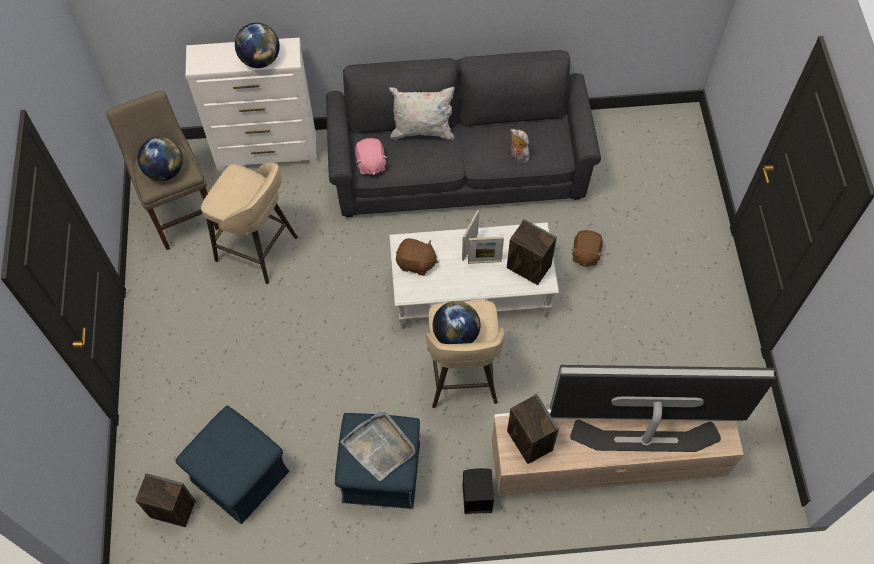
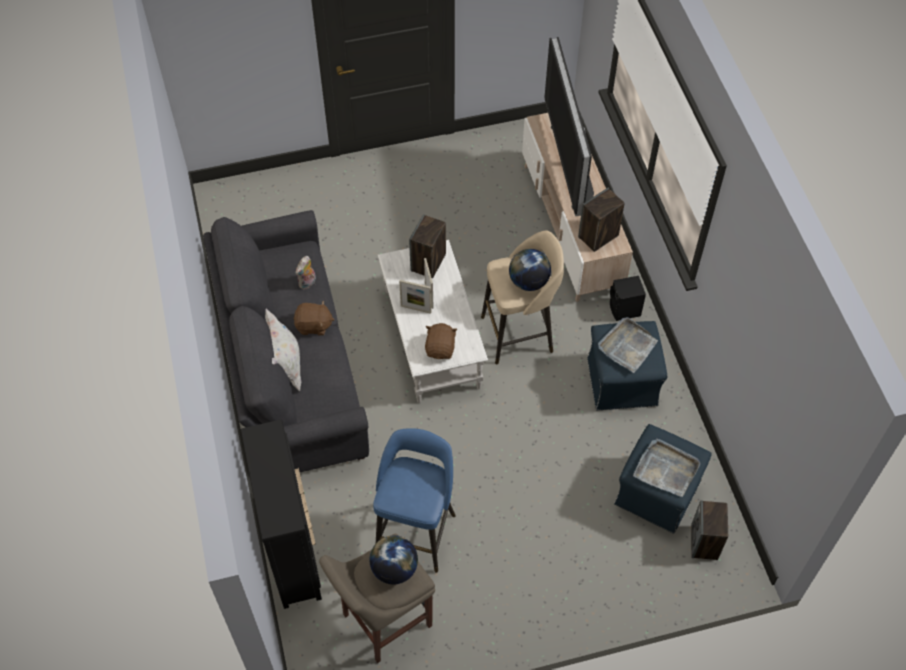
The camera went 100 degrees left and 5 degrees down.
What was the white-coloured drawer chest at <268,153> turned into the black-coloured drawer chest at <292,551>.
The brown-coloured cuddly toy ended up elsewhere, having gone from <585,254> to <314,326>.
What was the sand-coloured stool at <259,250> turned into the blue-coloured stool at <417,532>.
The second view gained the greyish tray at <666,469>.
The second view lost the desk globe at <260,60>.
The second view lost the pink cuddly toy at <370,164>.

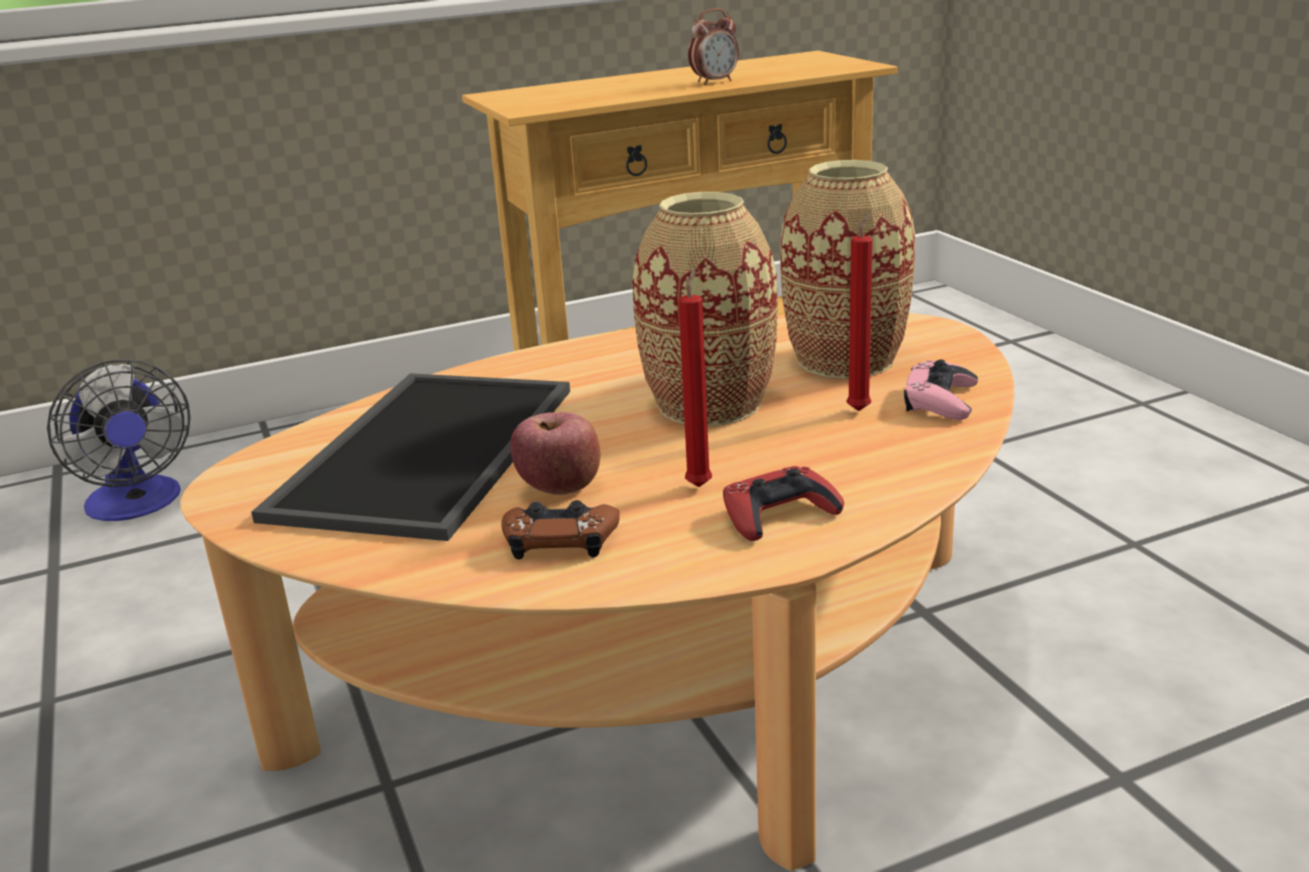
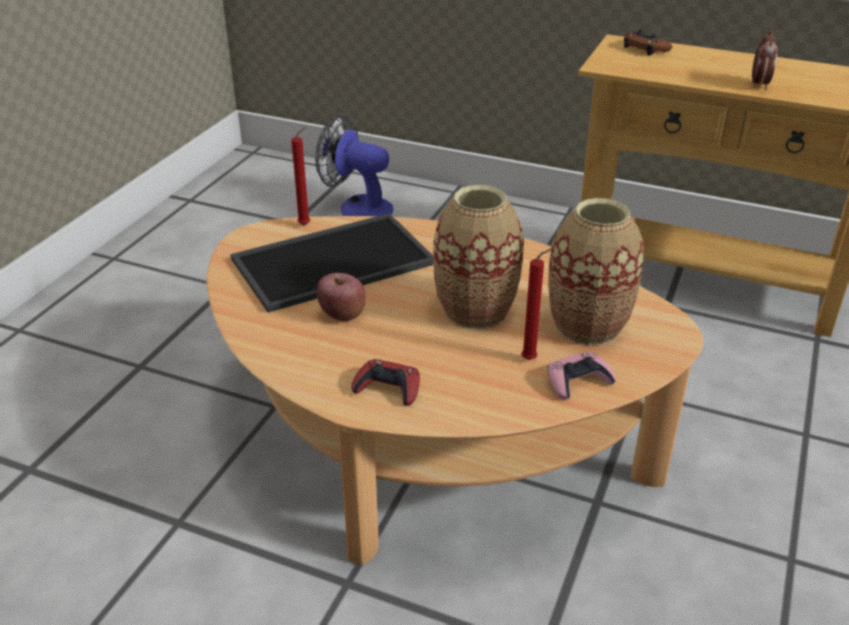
The camera went 45 degrees right and 10 degrees up.
The reddish candle ended up elsewhere, having gone from <700,485> to <306,225>.
The cooling fan at <138,505> ended up facing another way, 105 degrees clockwise from before.
The brown-coloured gamepad ended up elsewhere, having gone from <560,539> to <645,48>.
The table clock at <714,82> ended up facing another way, 90 degrees counterclockwise from before.

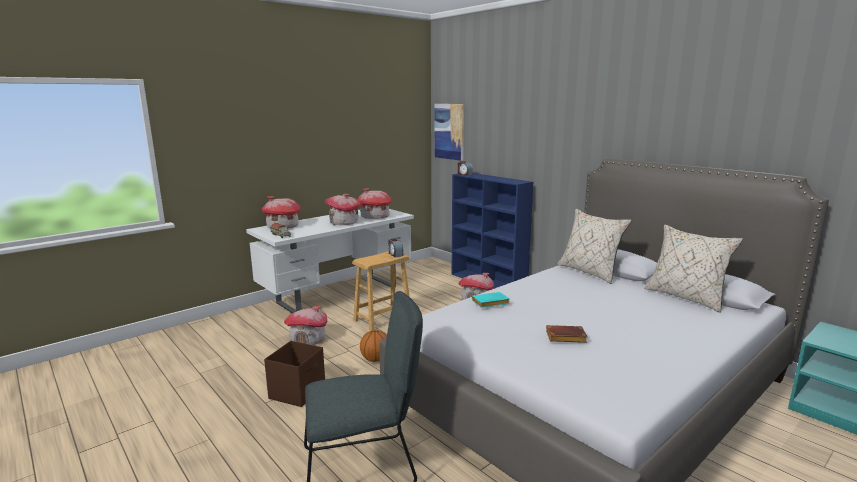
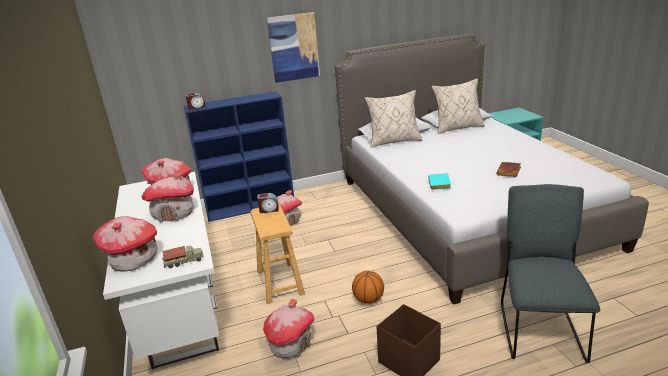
The camera went 65 degrees left and 10 degrees up.
The wall picture ended up elsewhere, having gone from <449,131> to <294,47>.

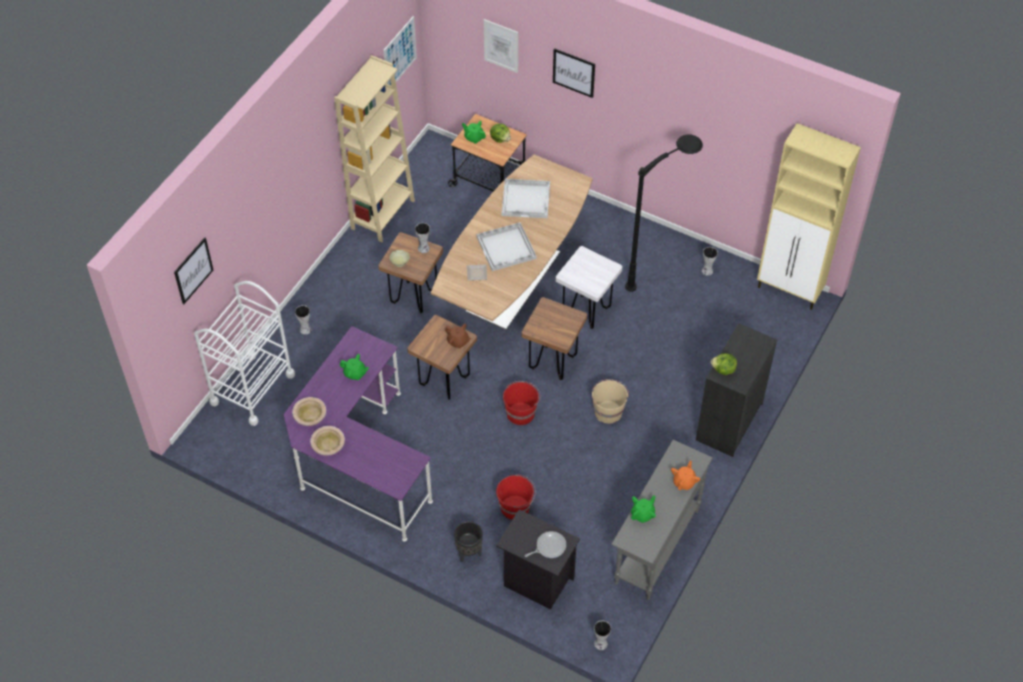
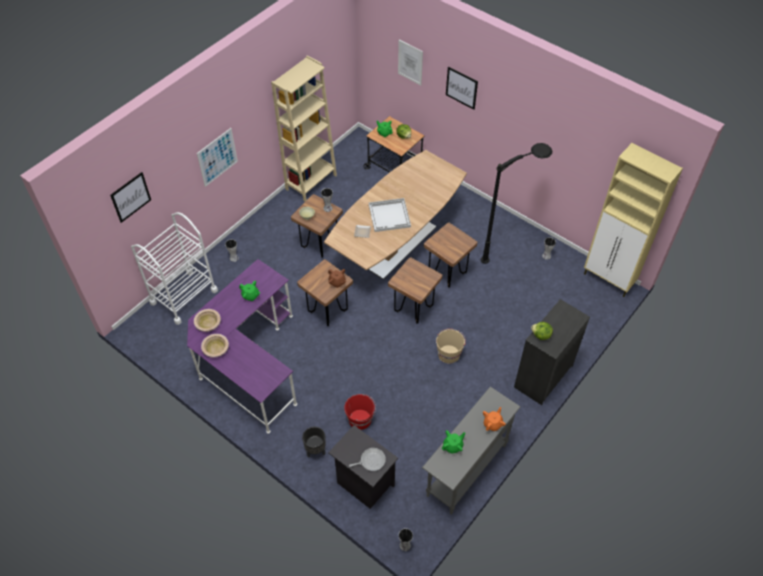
The camera went 10 degrees right and 0 degrees up.
The wall picture ended up elsewhere, having gone from <399,53> to <217,157>.
What was the white-coloured stool at <586,312> turned into the brown-coloured stool at <447,274>.
The second view lost the white-coloured tray at <526,199>.
The second view lost the reddish pail at <521,413>.

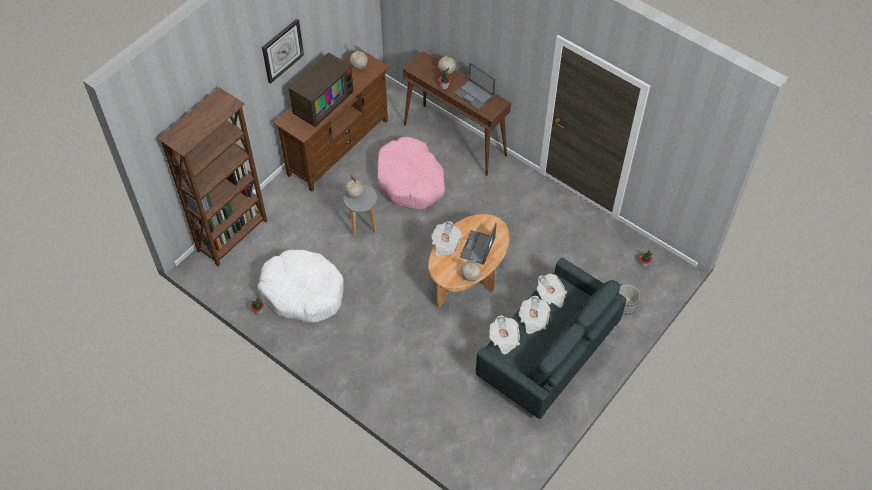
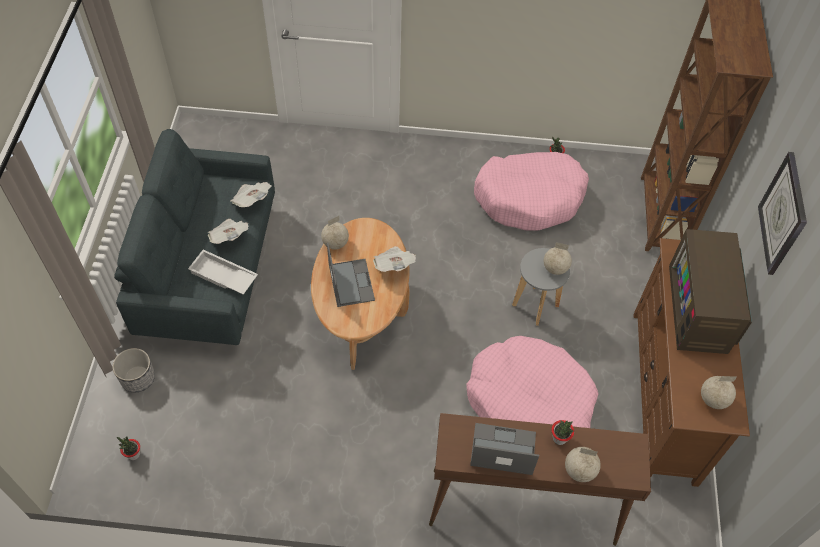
The camera went 145 degrees right and 0 degrees up.
Where the newspaper stood at <551,295>, the white-coloured tray came to stand at <223,276>.
What was the white-coloured pet bed at <302,292> turned into the pink pet bed at <529,197>.

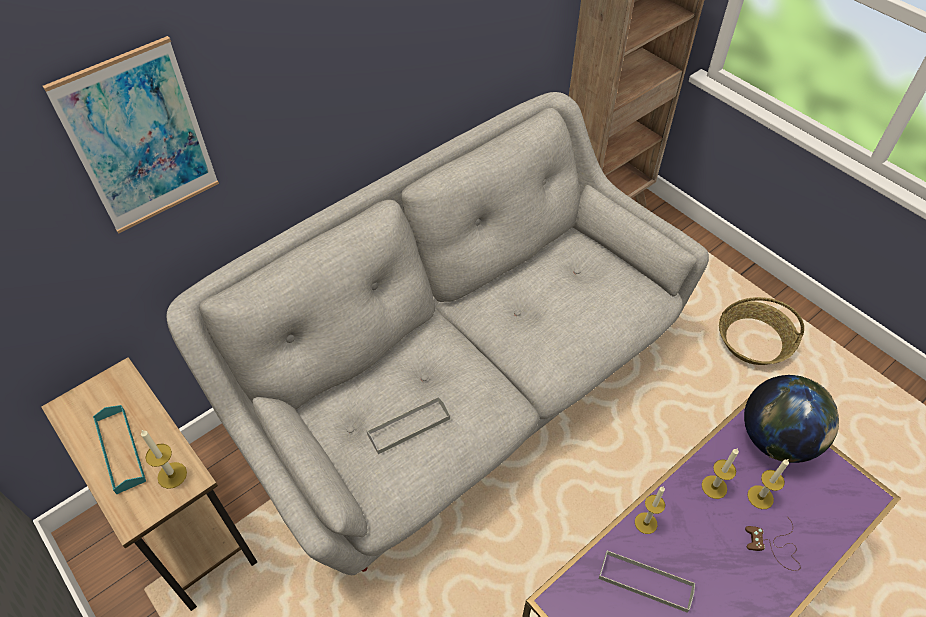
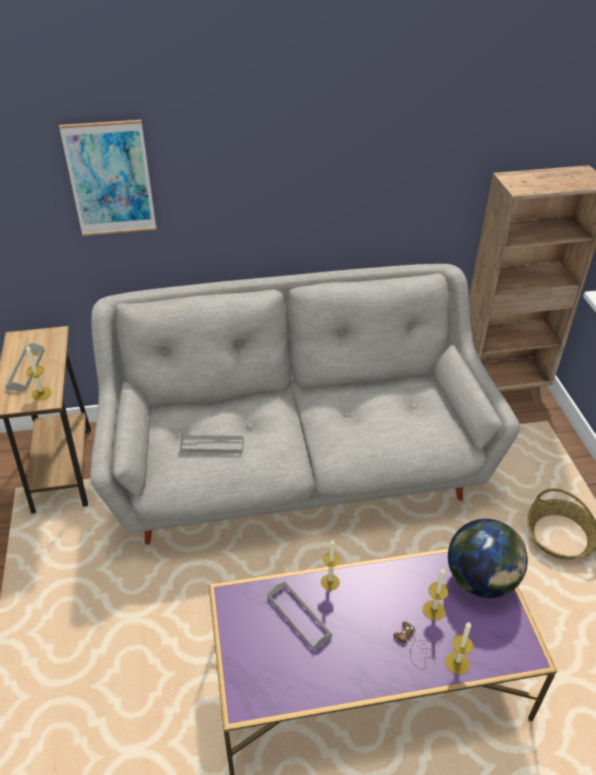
The camera went 30 degrees right and 10 degrees down.
What was the turquoise-coloured tray at <120,450> turned into the greyish tray at <26,370>.
The candle ended up elsewhere, having gone from <714,487> to <457,663>.

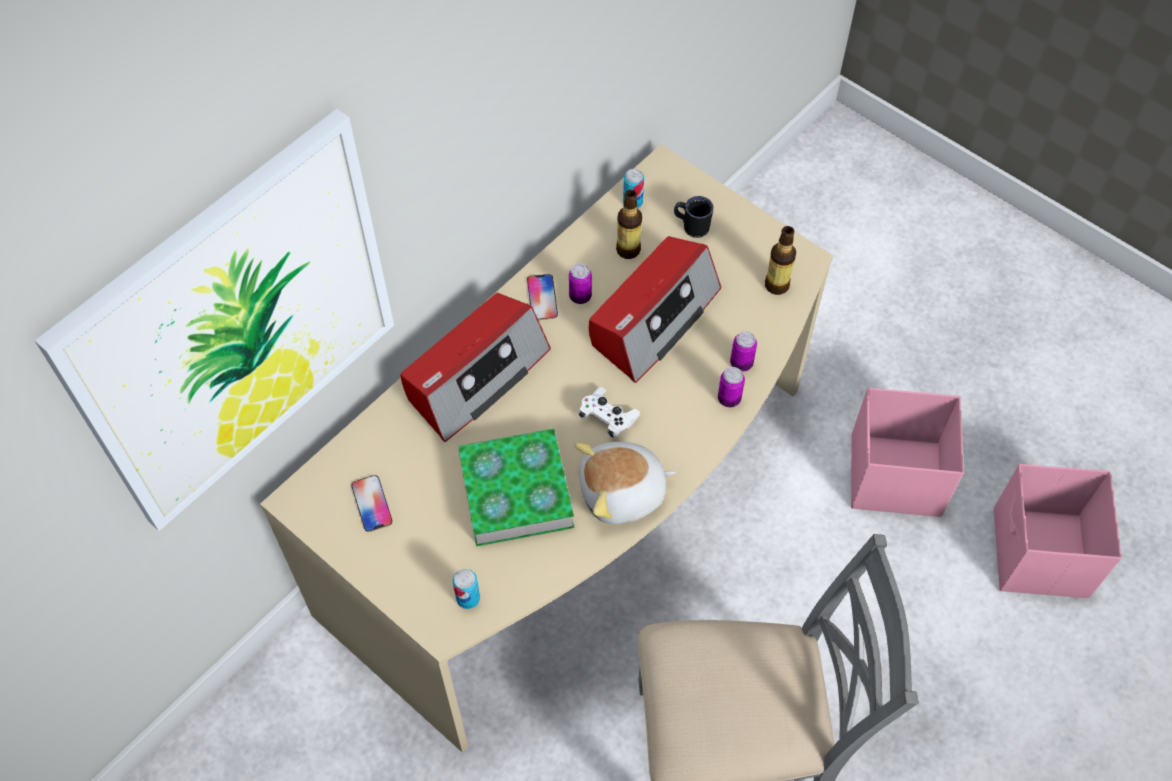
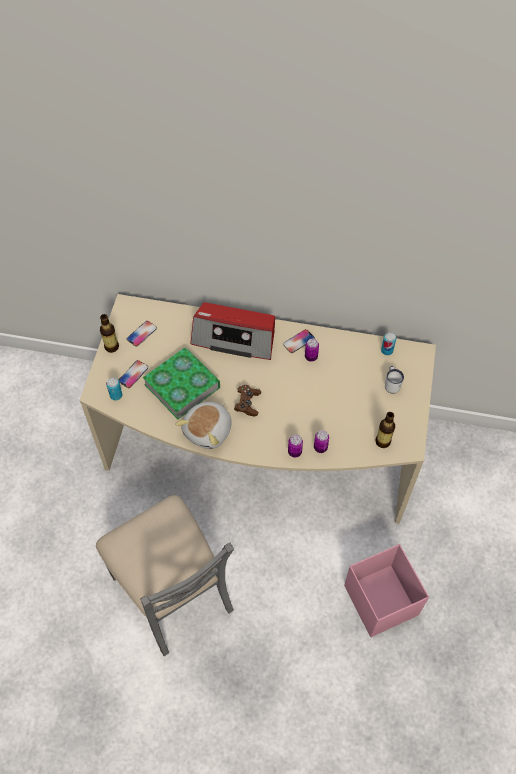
The camera went 60 degrees right and 0 degrees up.
The bottle ended up elsewhere, having gone from <628,250> to <111,347>.
The second view gained the phone at <133,374>.
The cuddly toy at <623,493> ended up facing another way, 105 degrees counterclockwise from before.
What was the white-coloured gamepad at <608,418> turned into the brown-coloured gamepad at <247,403>.
What was the black-coloured tea mug at <691,226> turned into the white-coloured tea mug at <392,384>.
The second view lost the wall picture at <236,327>.
The second view lost the radio set at <653,318>.
The second view lost the pink storage box at <1038,554>.

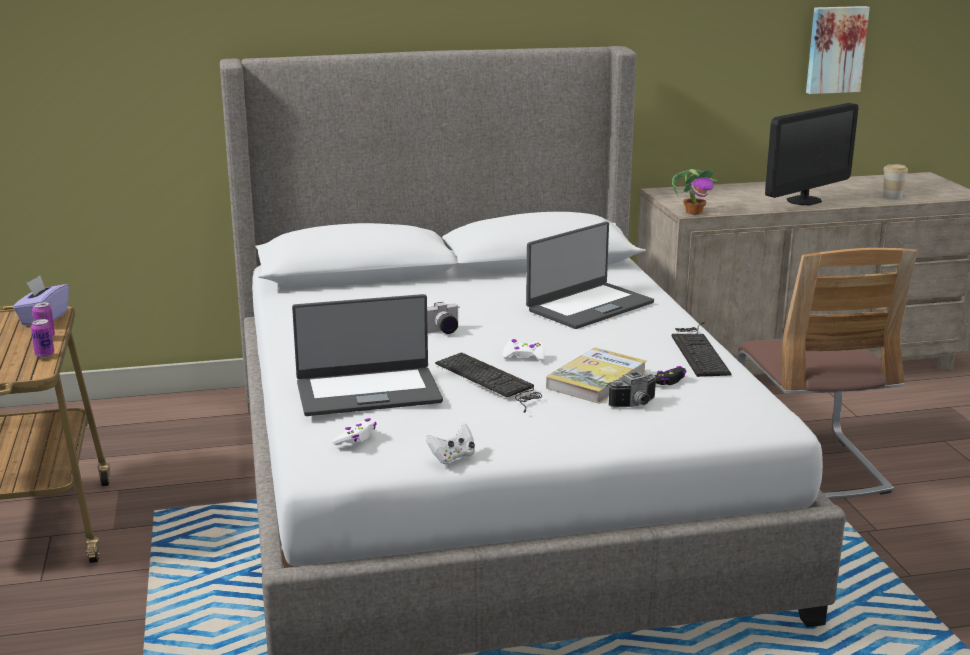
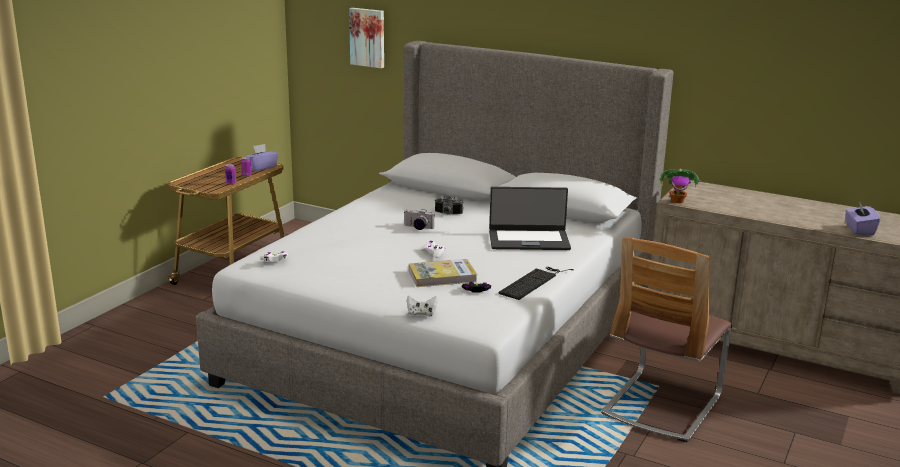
The camera went 40 degrees right and 0 degrees up.
The wall picture ended up elsewhere, having gone from <835,49> to <368,37>.
The white-coloured gamepad ended up elsewhere, having gone from <452,457> to <421,314>.
The still camera ended up elsewhere, having gone from <636,405> to <447,214>.
Where the small cup stood at <892,197>, the purplish tissue holder came to stand at <859,230>.
The second view lost the laptop at <368,391>.
The second view lost the keyboard at <491,381>.
The second view lost the computer display at <804,200>.

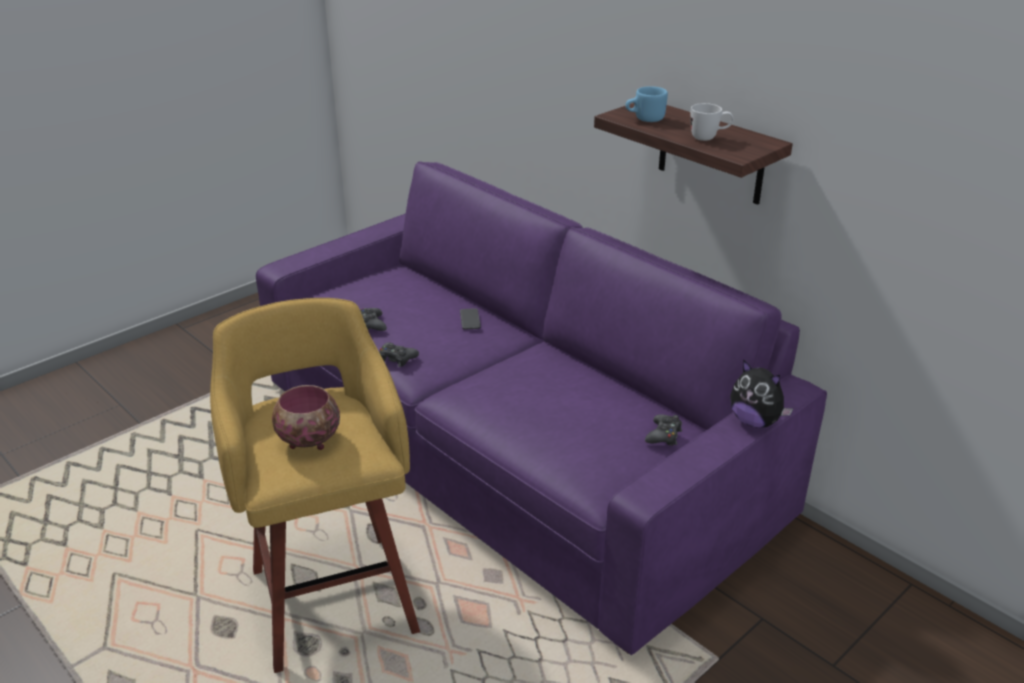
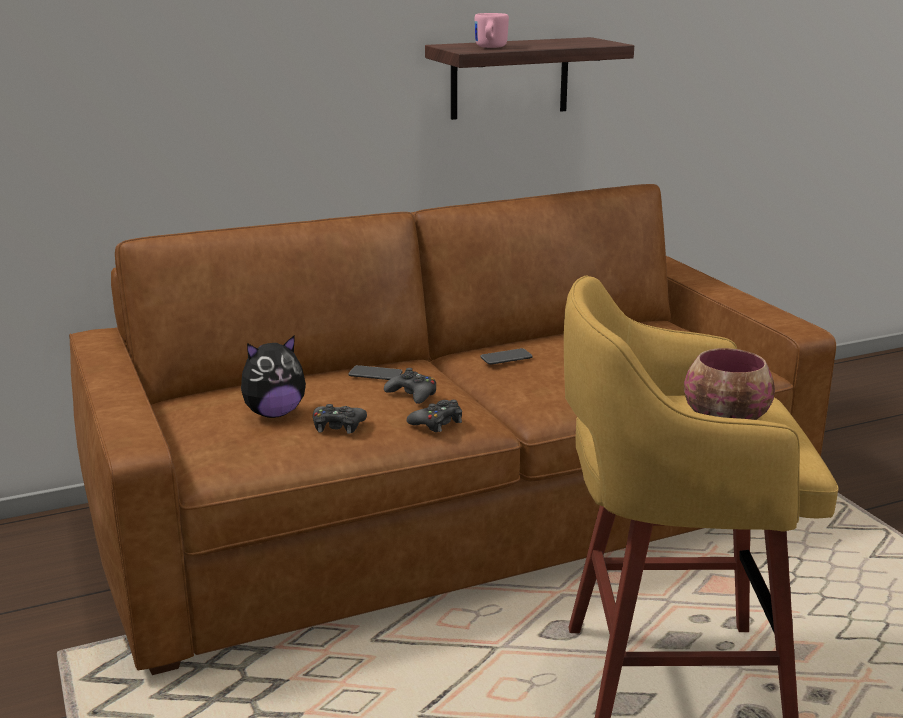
The camera went 70 degrees left and 10 degrees down.
What was the purplish sofa at <513,451> turned into the brown-coloured sofa at <451,512>.
The cuddly toy ended up elsewhere, having gone from <755,421> to <274,413>.
The black-coloured gamepad ended up elsewhere, having gone from <664,435> to <412,394>.
What was the blue-coloured tea mug at <644,119> turned into the pink tea mug at <489,47>.
The second view gained the phone at <506,358>.
The second view lost the white-coloured tea mug at <709,138>.

